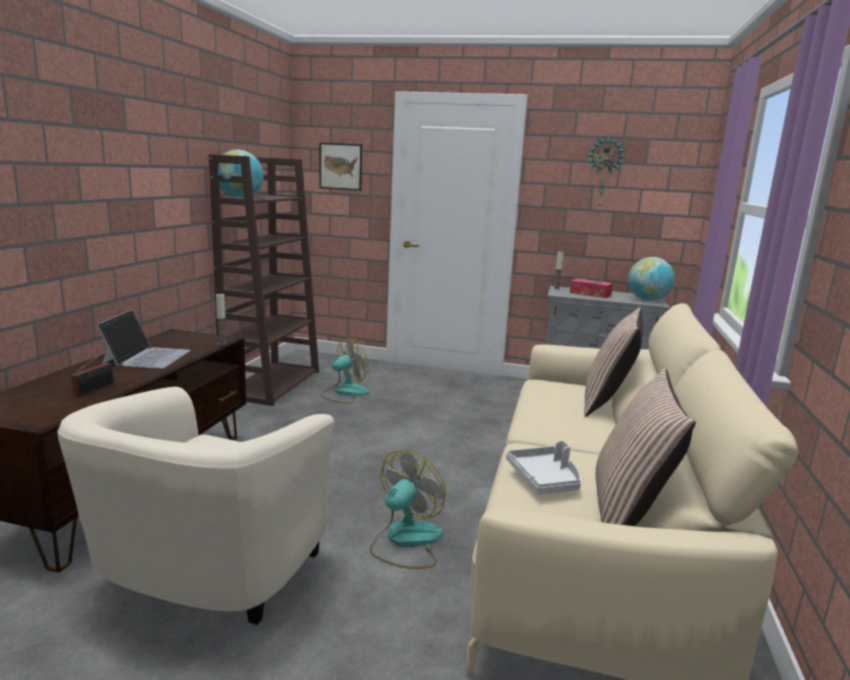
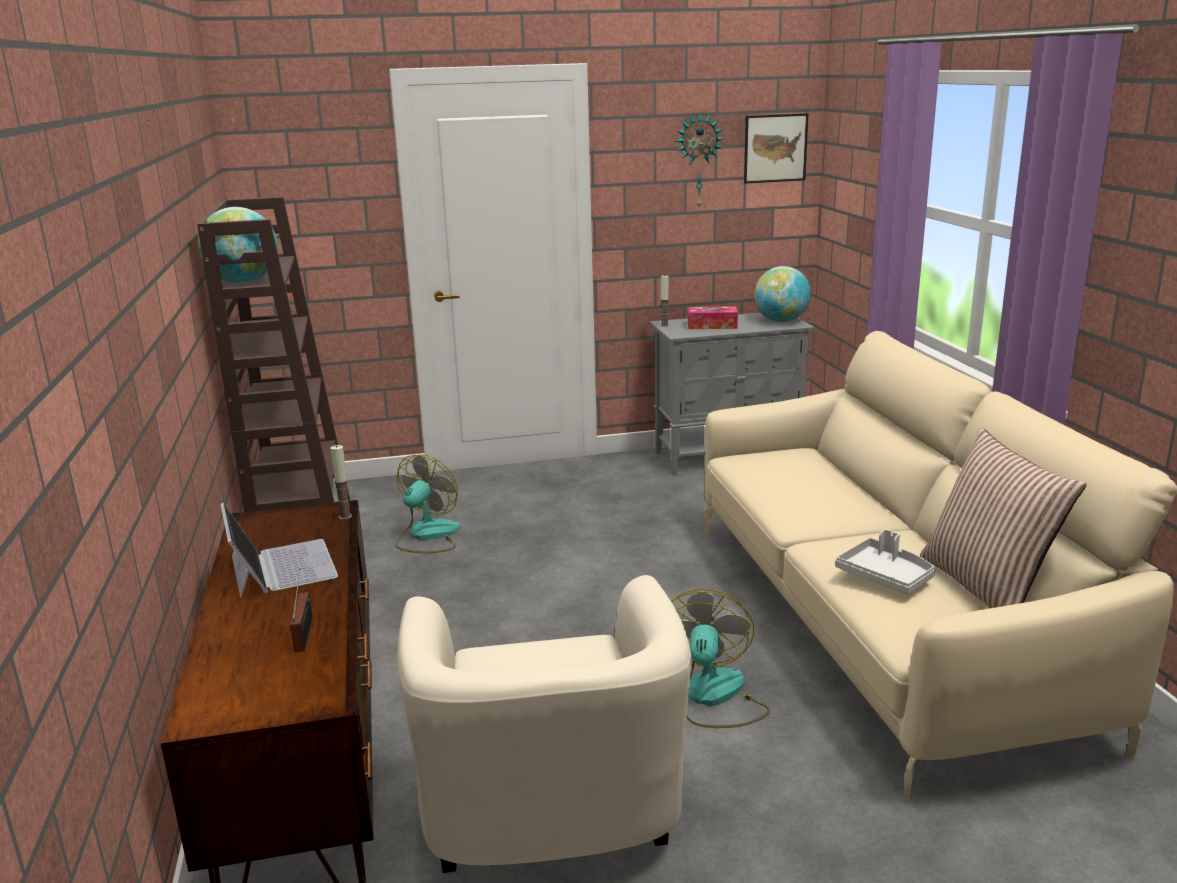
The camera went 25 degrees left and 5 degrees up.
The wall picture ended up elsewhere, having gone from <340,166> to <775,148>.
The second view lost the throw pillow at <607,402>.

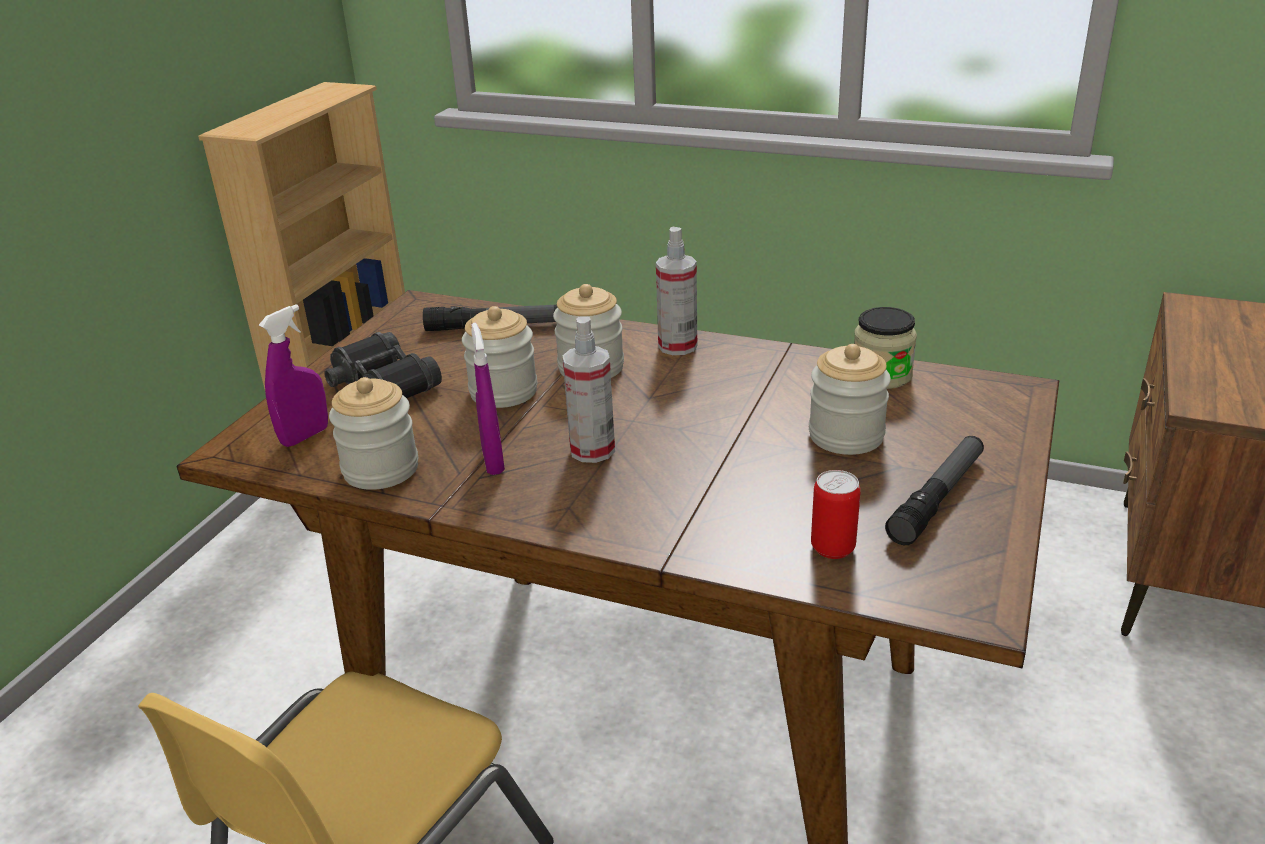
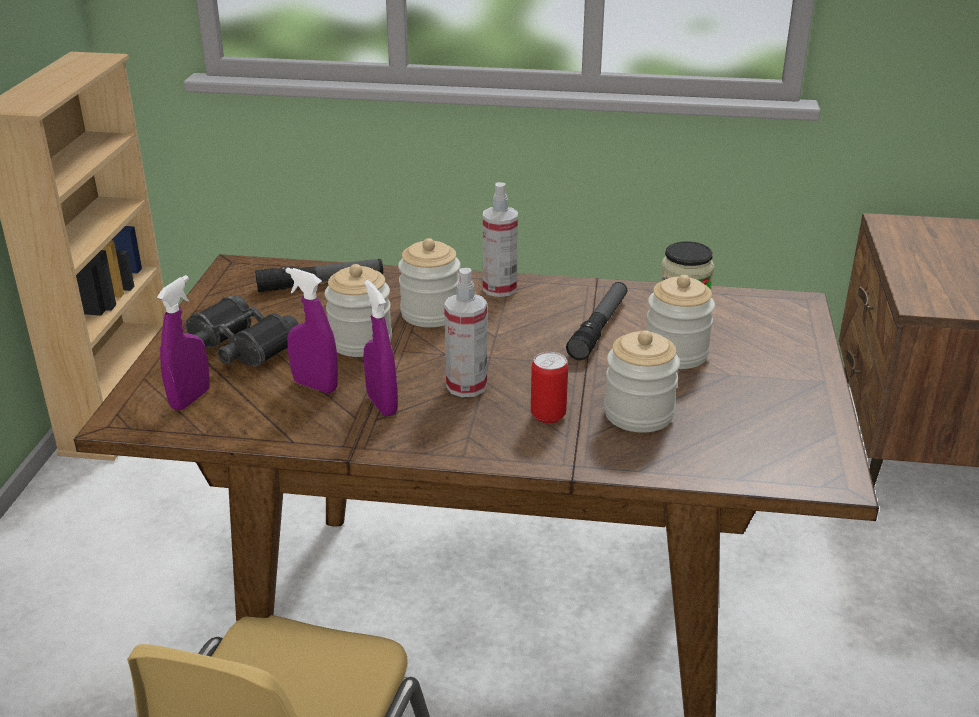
The camera went 15 degrees left and 0 degrees up.
The second view gained the purplish sprayer at <315,386>.
The sealed can ended up elsewhere, having gone from <833,548> to <548,415>.
The flashlight ended up elsewhere, having gone from <937,498> to <599,328>.
The jar ended up elsewhere, having gone from <381,469> to <638,414>.

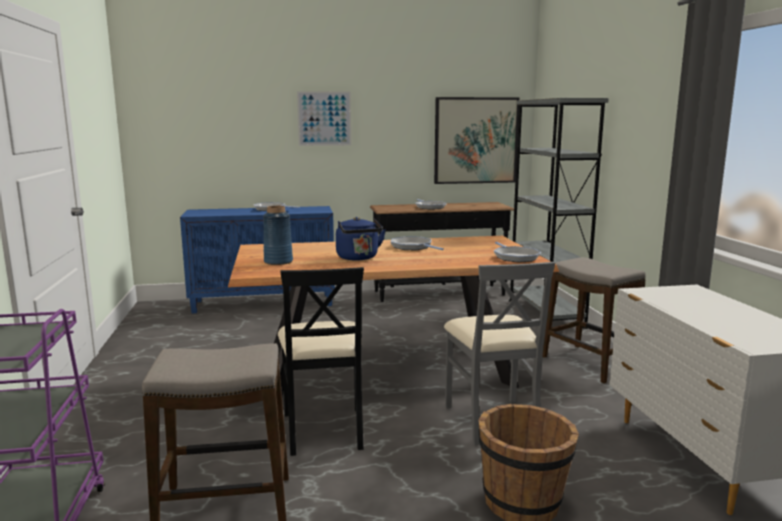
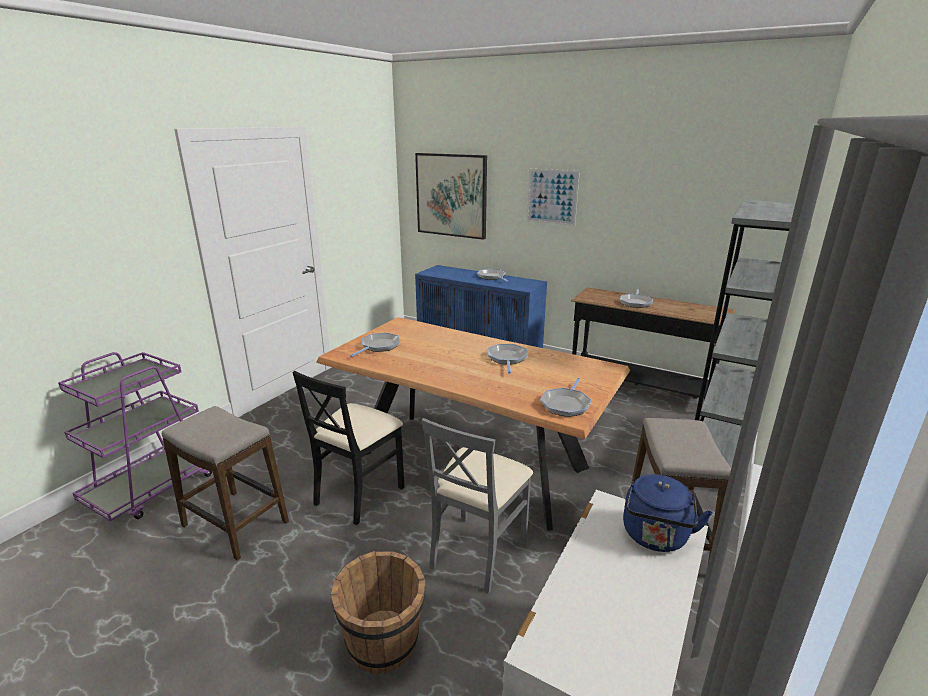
The camera went 40 degrees right and 10 degrees up.
Where the blue-coloured decorative vase stood at <278,262>, the frying pan came to stand at <379,346>.
The wall picture ended up elsewhere, having gone from <475,140> to <451,195>.
The blue-coloured kettle ended up elsewhere, having gone from <358,258> to <655,537>.

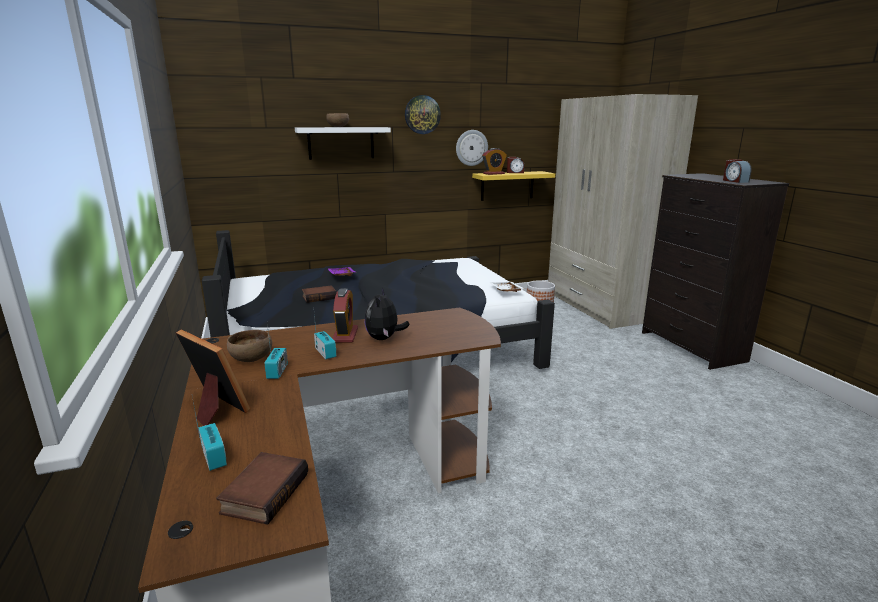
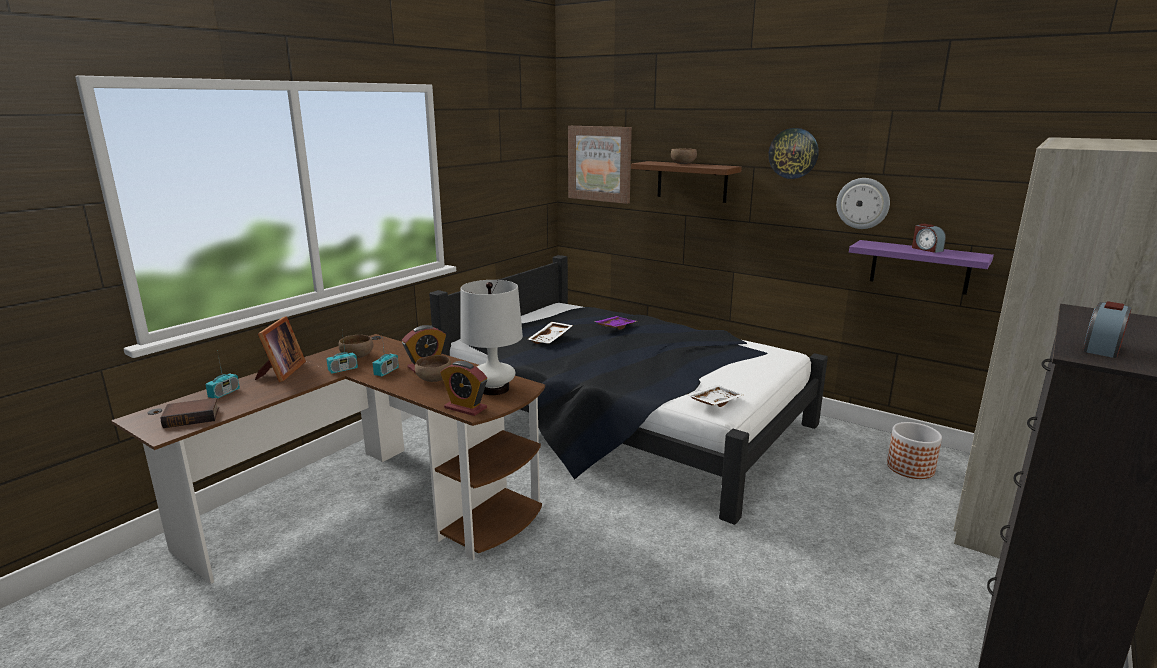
The camera went 55 degrees right and 0 degrees up.
Where the cuddly toy stood at <384,338>, the brown-coloured bowl came to stand at <433,380>.
The table clock ended up elsewhere, having gone from <494,174> to <465,408>.
The second view gained the white-coloured lamp for a table at <494,389>.
Where the book stood at <320,297>, the white-coloured tray came to stand at <551,339>.
The second view gained the wall picture at <600,163>.
What was the white-coloured shelf at <341,143> turned into the brown-coloured shelf at <692,181>.
What was the yellow-coloured shelf at <507,185> turned into the purplish shelf at <920,267>.

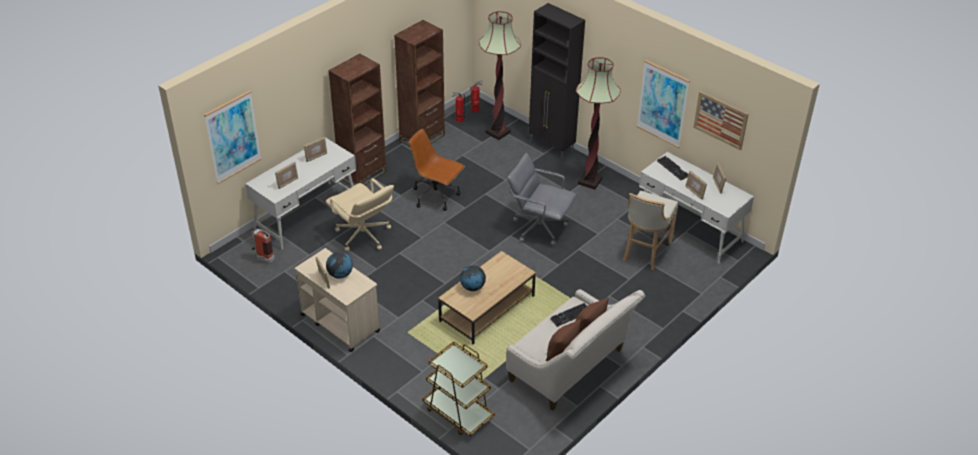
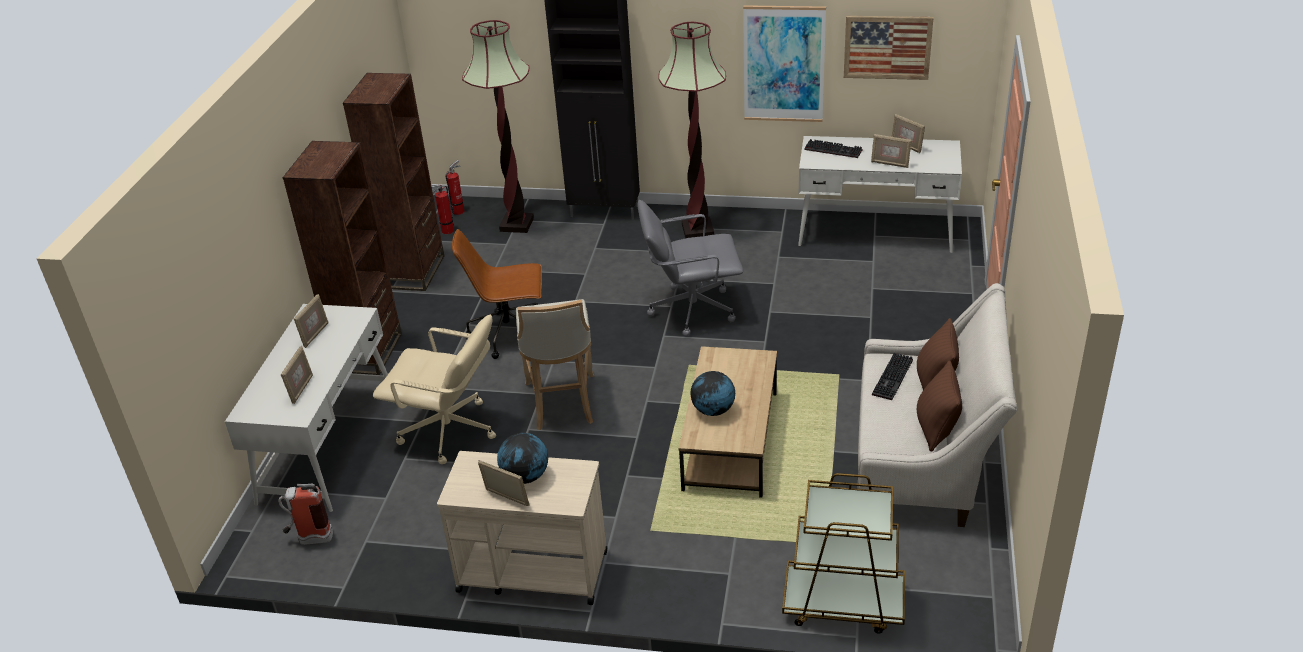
The camera went 30 degrees left and 5 degrees down.
The sand-coloured stool ended up elsewhere, having gone from <645,252> to <562,404>.
The second view lost the wall picture at <233,137>.

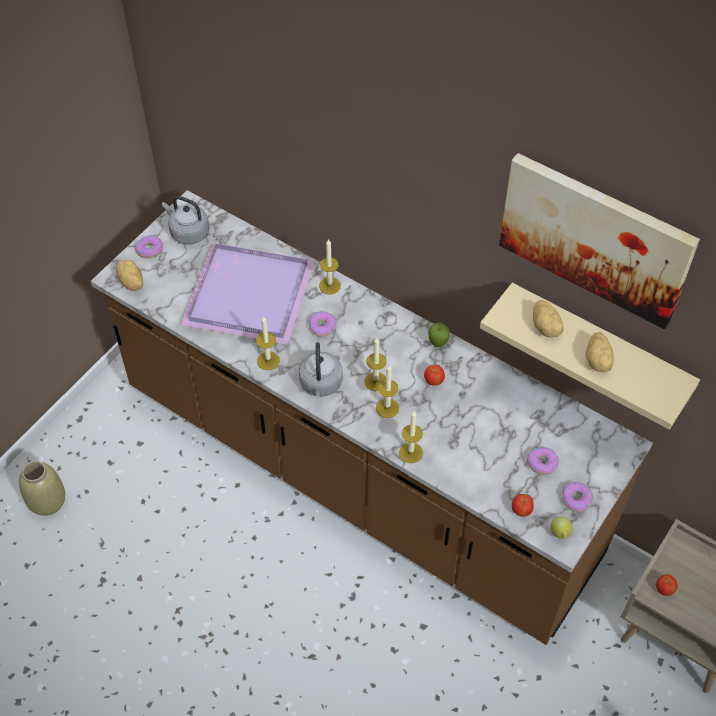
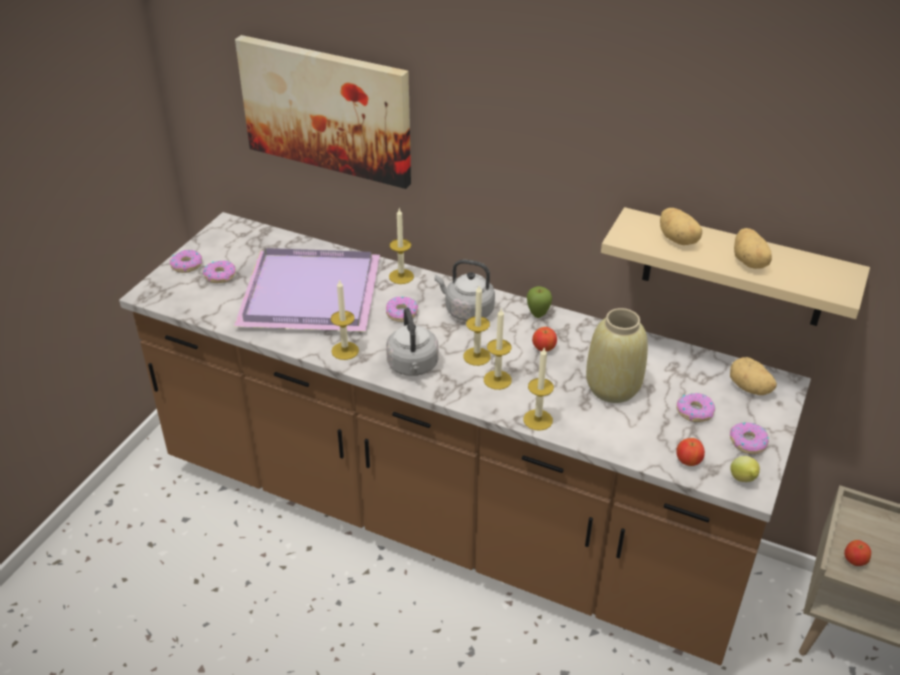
The camera went 10 degrees left and 15 degrees down.
The second view gained the doughnut at <220,276>.
The wall picture ended up elsewhere, having gone from <595,238> to <327,109>.
The greyish kettle ended up elsewhere, having gone from <188,232> to <466,311>.
The sand-coloured decorative vase ended up elsewhere, having gone from <48,501> to <613,387>.
The potato ended up elsewhere, having gone from <131,283> to <749,388>.

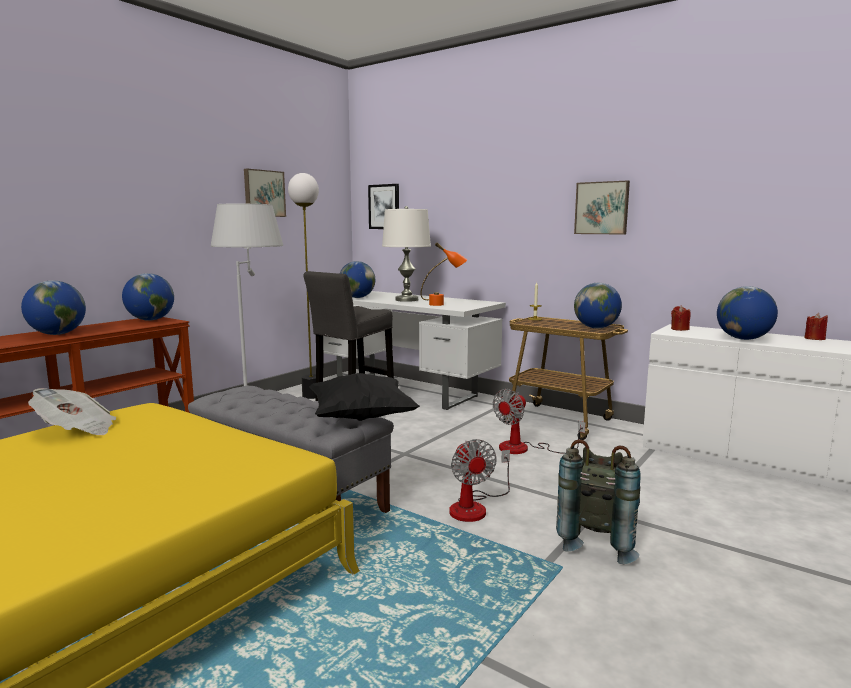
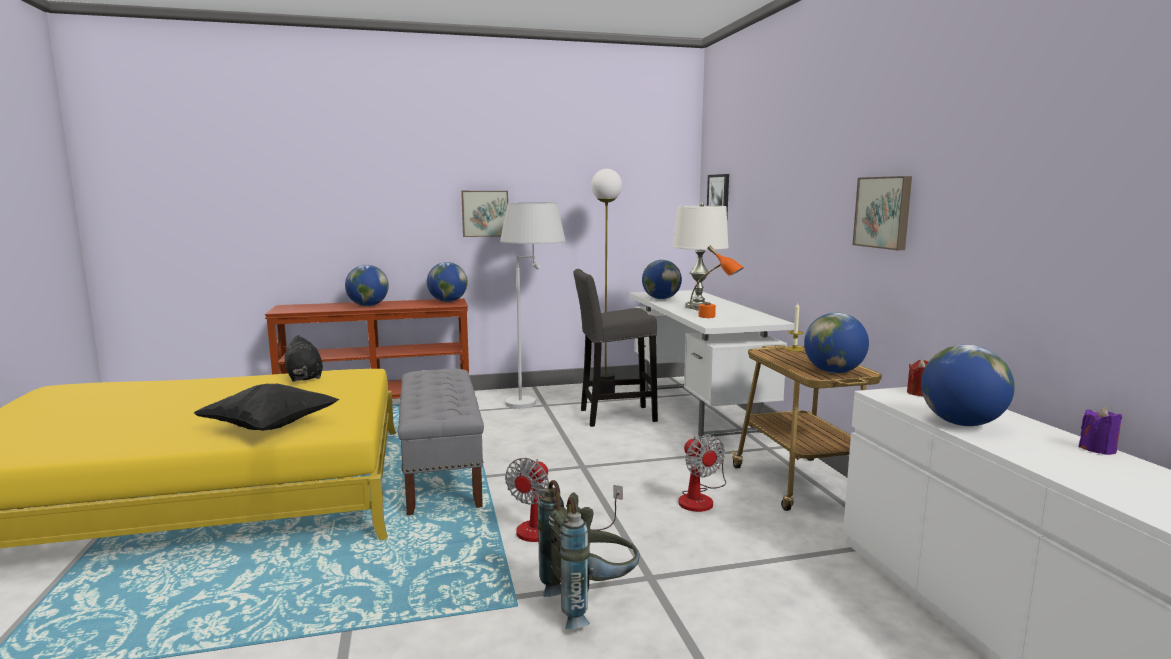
The camera went 40 degrees right and 0 degrees up.
The black-coloured throw pillow ended up elsewhere, having gone from <361,418> to <271,428>.
Where the newspaper stood at <77,430>, the black-coloured cuddly toy came to stand at <304,378>.
The wall picture ended up elsewhere, having gone from <263,193> to <485,213>.
The cooling fan at <524,449> ended up facing another way, 105 degrees counterclockwise from before.
What was the reddish candle at <814,339> turned into the purplish candle at <1097,449>.

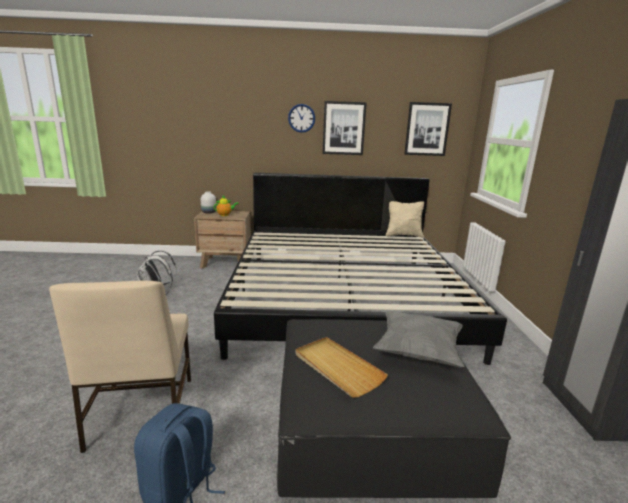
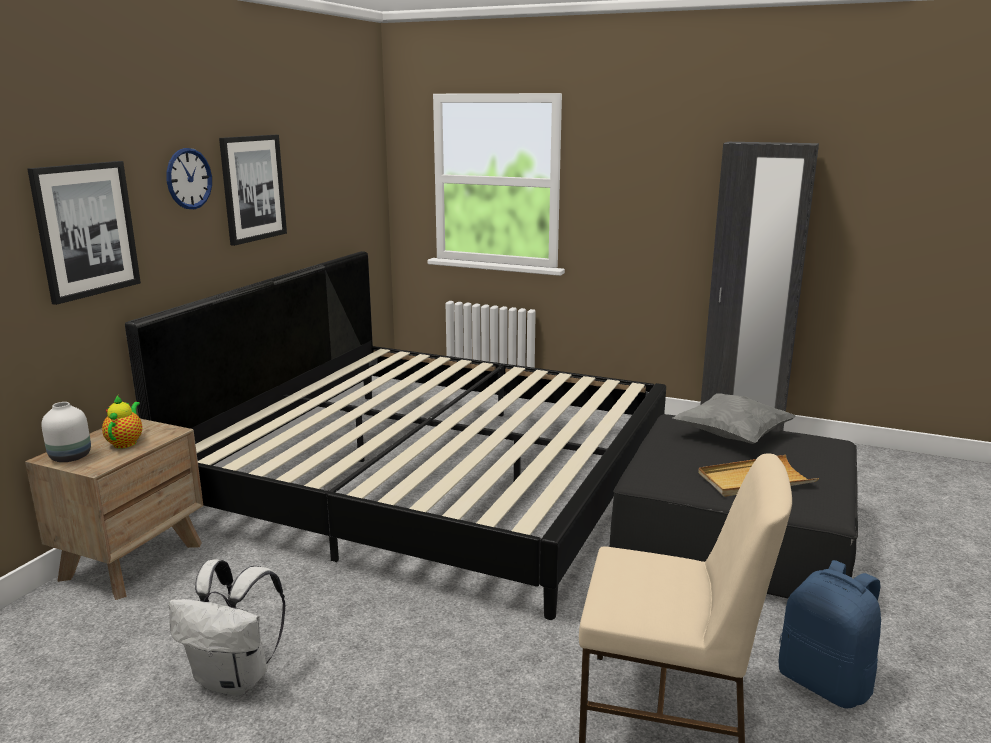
The camera went 65 degrees left and 0 degrees up.
The wall picture ended up elsewhere, having gone from <427,129> to <86,230>.
The second view lost the sand-coloured throw pillow at <403,235>.

